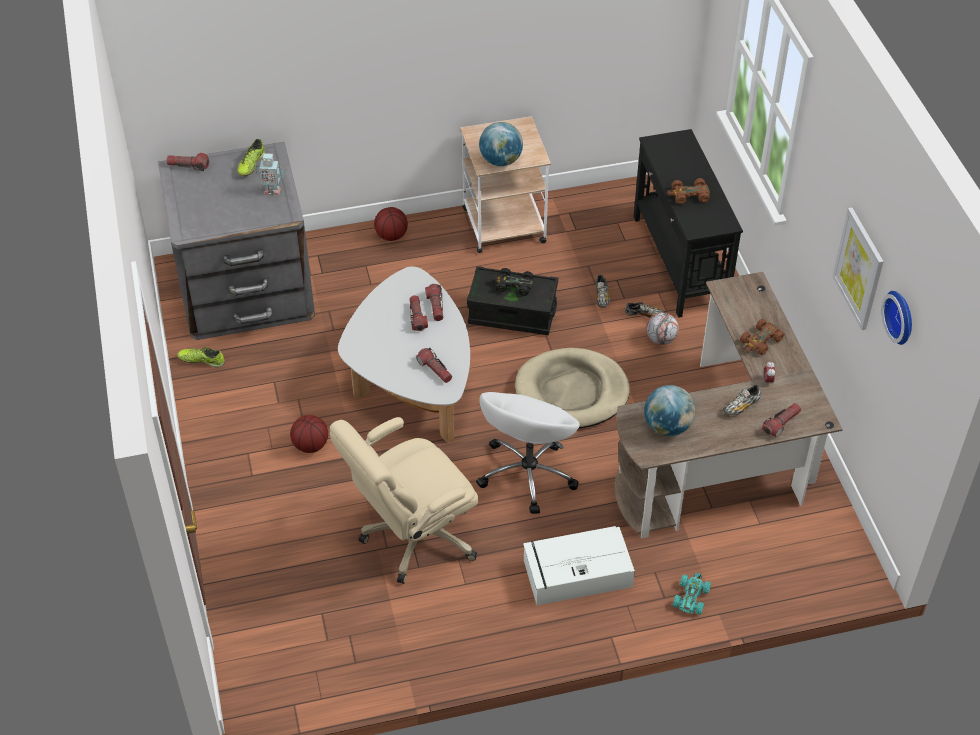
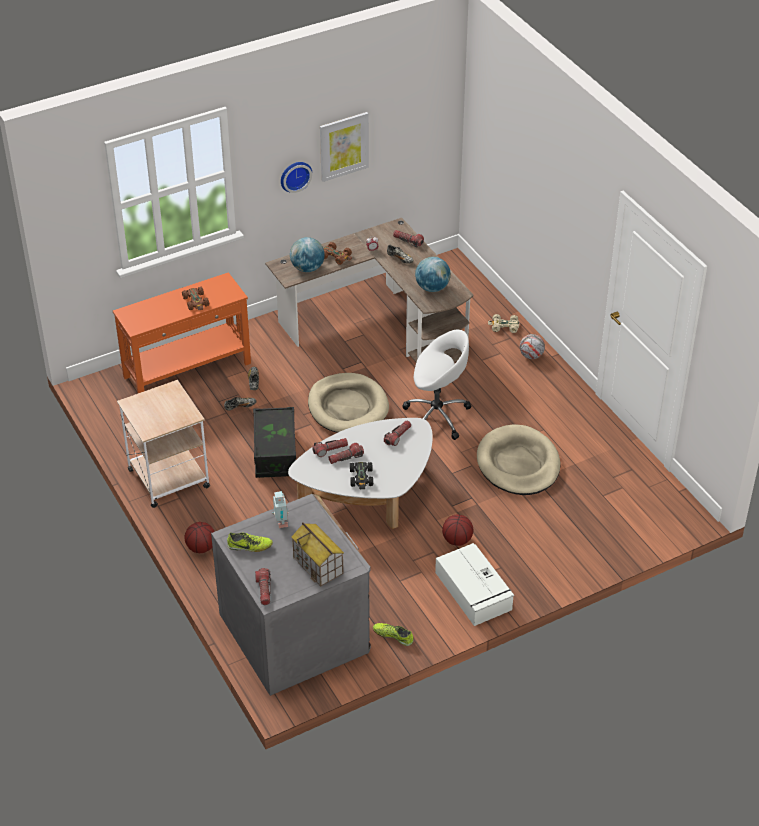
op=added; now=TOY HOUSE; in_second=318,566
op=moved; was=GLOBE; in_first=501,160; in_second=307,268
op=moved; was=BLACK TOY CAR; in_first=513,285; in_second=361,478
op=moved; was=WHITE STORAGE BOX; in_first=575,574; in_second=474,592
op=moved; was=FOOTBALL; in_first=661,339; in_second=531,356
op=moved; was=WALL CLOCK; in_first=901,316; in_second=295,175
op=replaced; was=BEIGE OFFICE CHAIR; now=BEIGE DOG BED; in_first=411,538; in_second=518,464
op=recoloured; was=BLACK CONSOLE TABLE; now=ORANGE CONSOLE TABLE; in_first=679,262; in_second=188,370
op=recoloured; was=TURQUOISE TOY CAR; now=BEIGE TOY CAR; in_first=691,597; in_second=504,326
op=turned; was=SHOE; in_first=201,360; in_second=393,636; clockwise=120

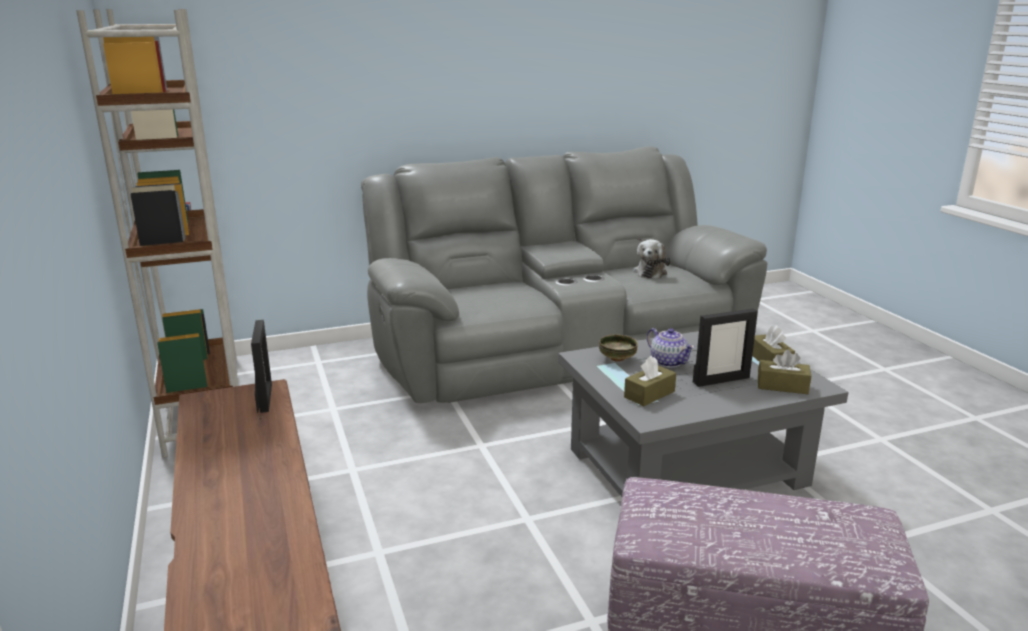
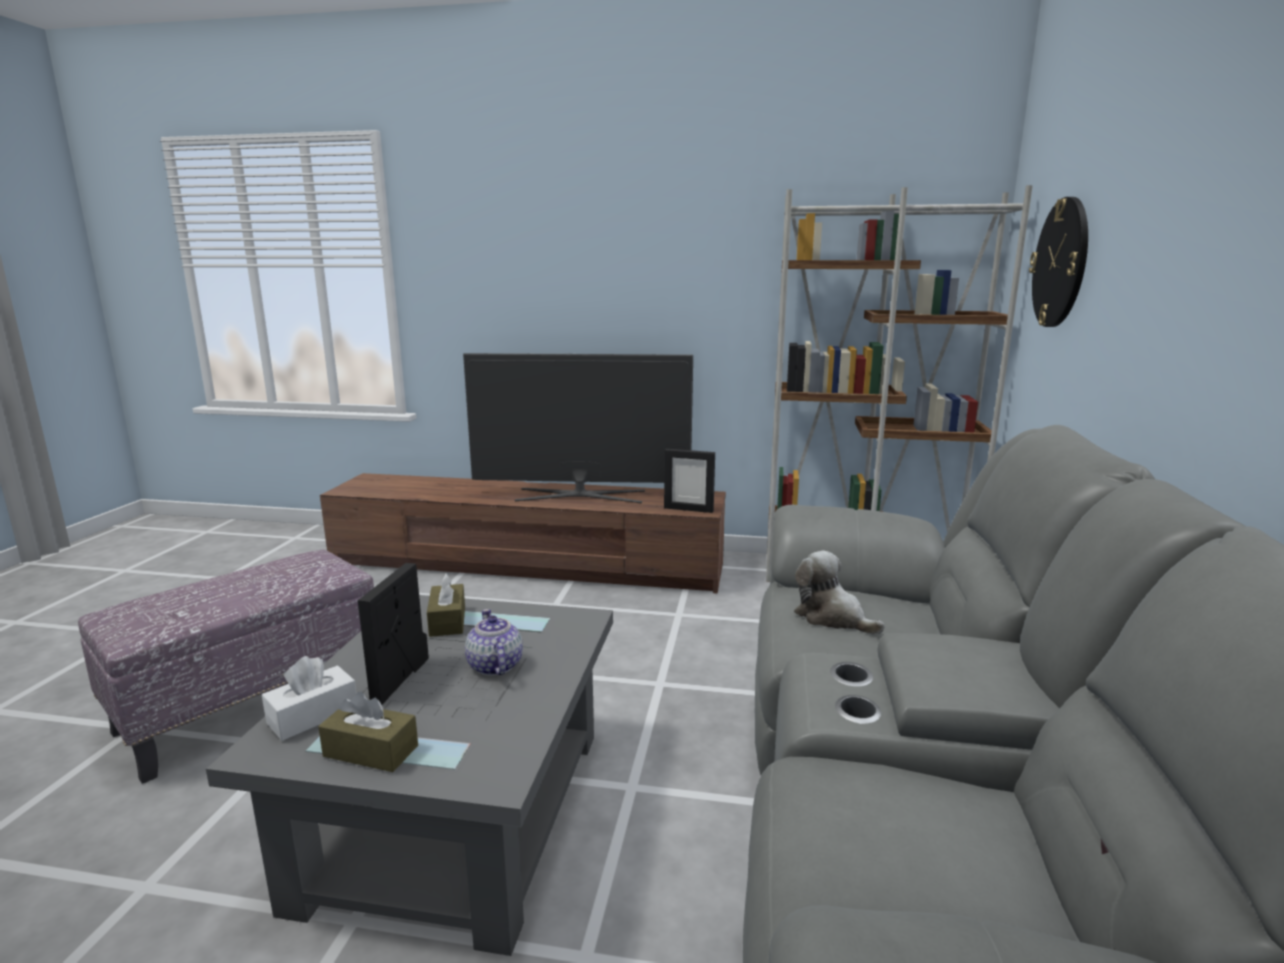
op=removed; was=BOWL; in_first=617,359
op=added; now=TELEVISION; in_second=581,495
op=added; now=WALL CLOCK; in_second=1060,263
op=moved; was=PLUSH TOY; in_first=650,272; in_second=832,617
op=recoloured; was=BROWN TISSUE BOX; now=WHITE TISSUE BOX; in_first=782,386; in_second=313,715
op=turned; was=TEAPOT; in_first=668,362; in_second=494,666; clockwise=75

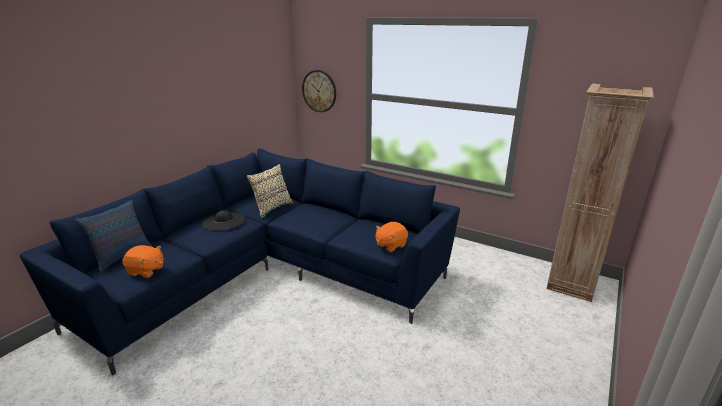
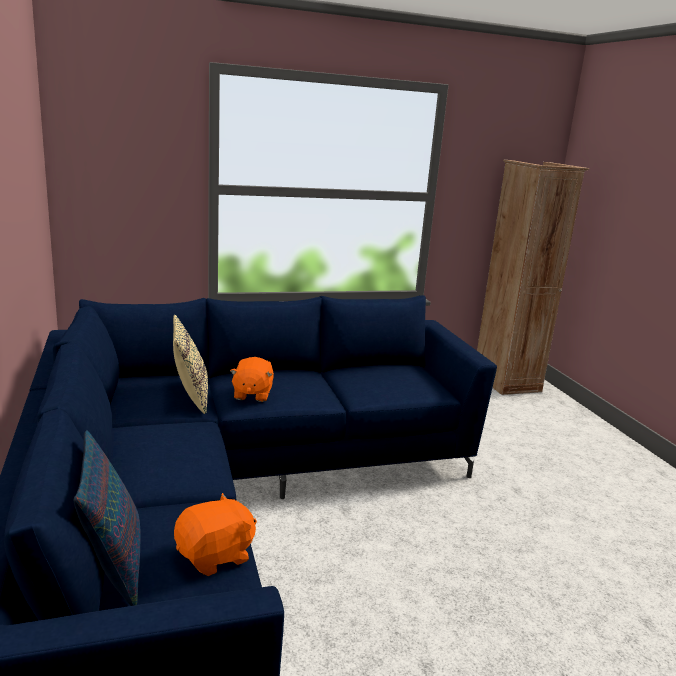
op=removed; was=BLACK HAT; in_first=224,221
op=removed; was=WALL CLOCK; in_first=319,91
op=moved; was=ORANGE PLUSH TOY; in_first=390,245; in_second=252,394

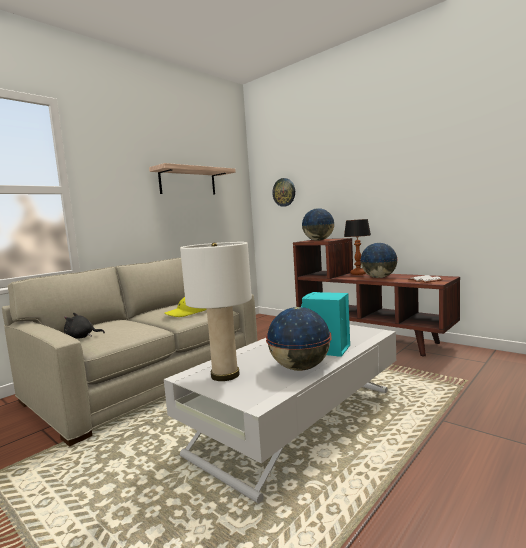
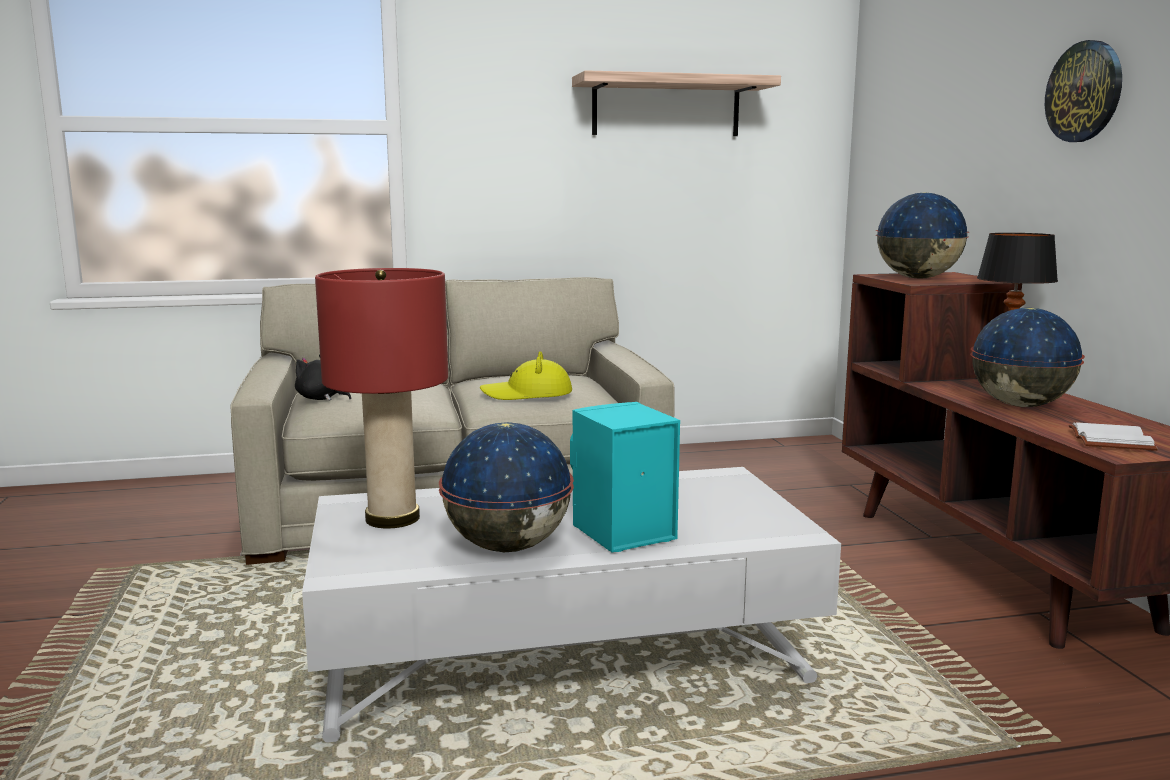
op=moved; was=WALL CLOCK; in_first=284,192; in_second=1084,92
op=recoloured; was=WHITE TABLE LAMP; now=RED TABLE LAMP; in_first=224,375; in_second=392,518

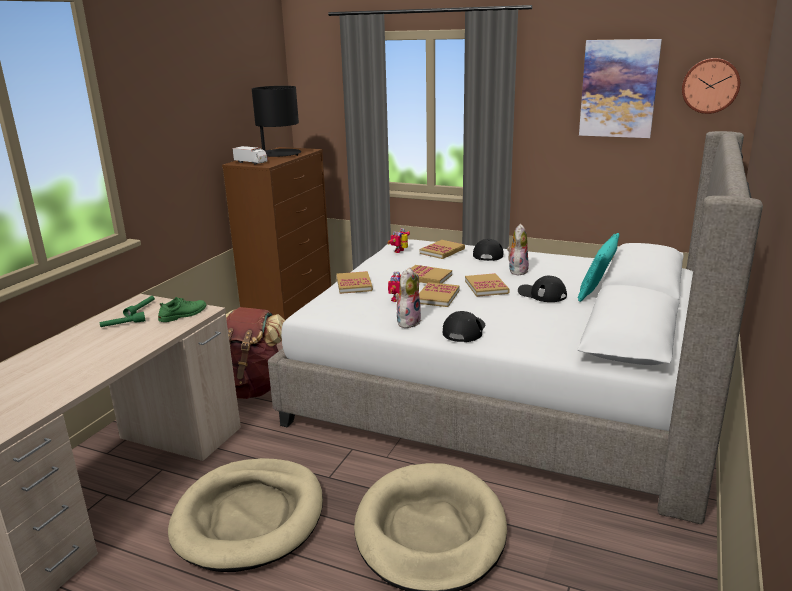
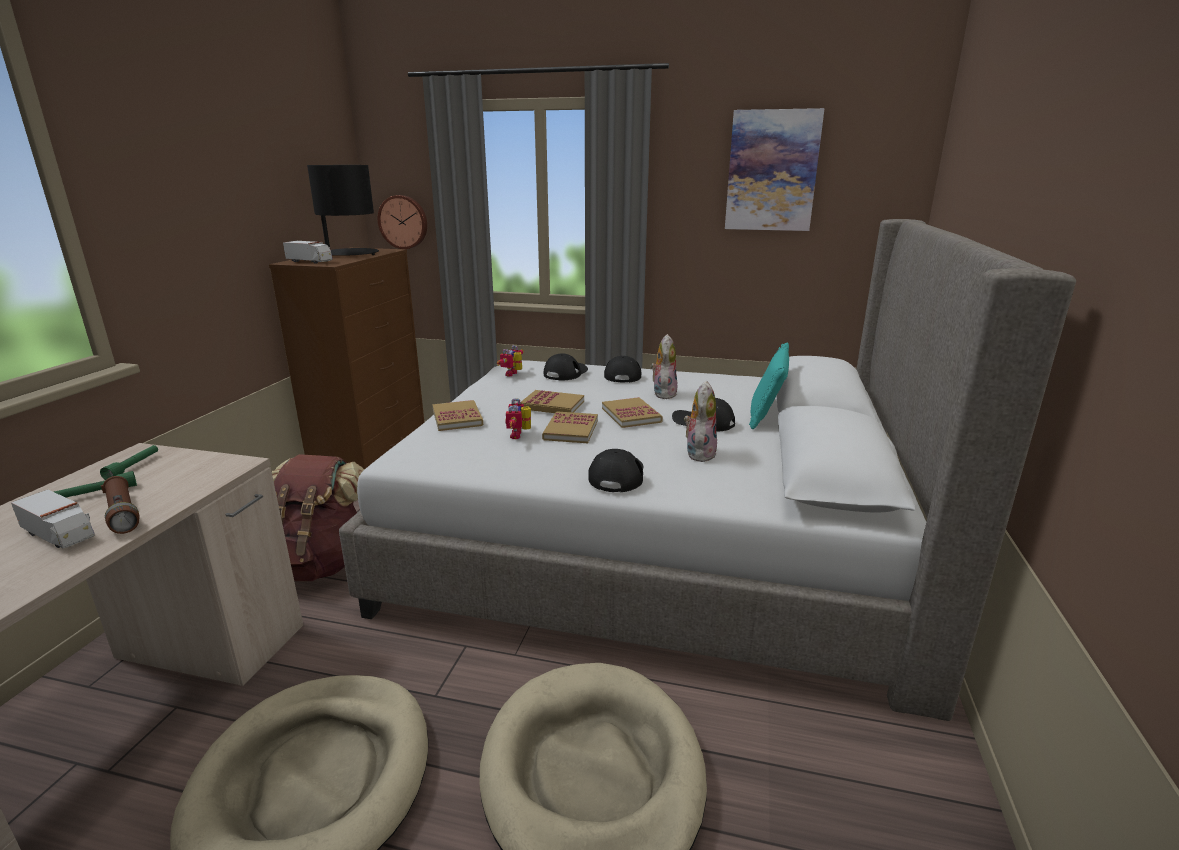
op=removed; was=GREEN SHOE; in_first=183,314
op=added; now=TOY TRUCK; in_second=60,535
op=added; now=BROWN FLASHLIGHT; in_second=123,514
op=moved; was=PLUSH TOY; in_first=408,321; in_second=699,453
op=moved; was=WALL CLOCK; in_first=710,85; in_second=404,222
op=replaced; was=BOOK; now=BLACK CAP; in_first=442,251; in_second=565,373

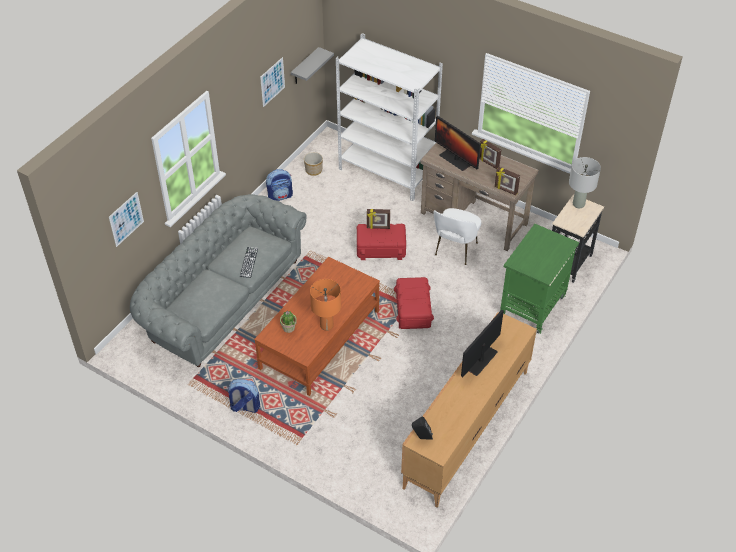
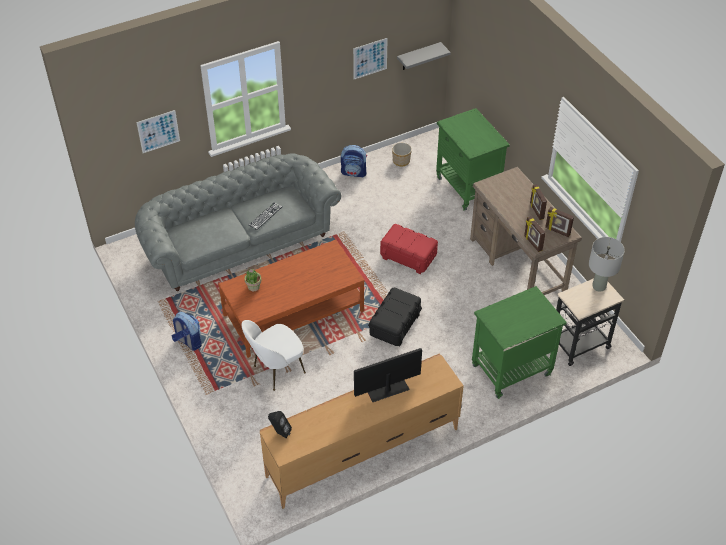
op=removed; was=ORANGE TABLE LAMP; in_first=326,325
op=removed; was=MONITOR; in_first=455,159
op=moved; was=PICTURE FRAME; in_first=378,227; in_second=557,231
op=moved; was=WHITE CHAIR; in_first=454,251; in_second=275,371
op=replaced; was=WHITE BOOKCASE; now=GREEN CART; in_first=387,172; in_second=467,188
op=recoloured; was=RED STORAGE BOX; now=BLACK STORAGE BOX; in_first=412,311; in_second=394,324

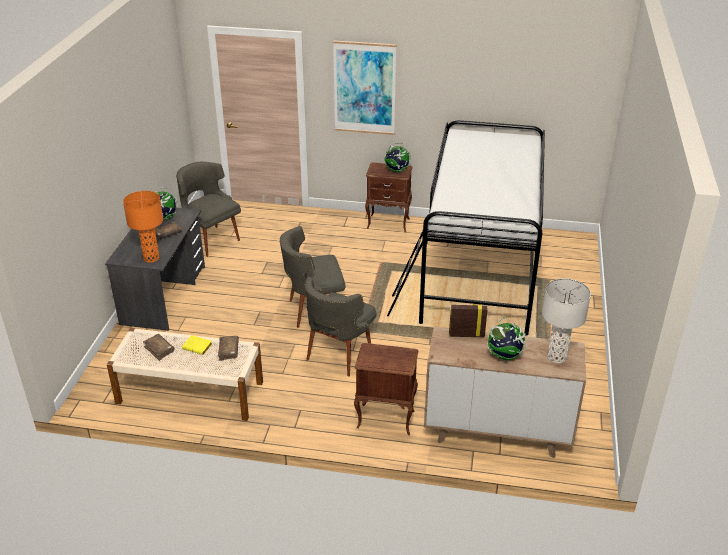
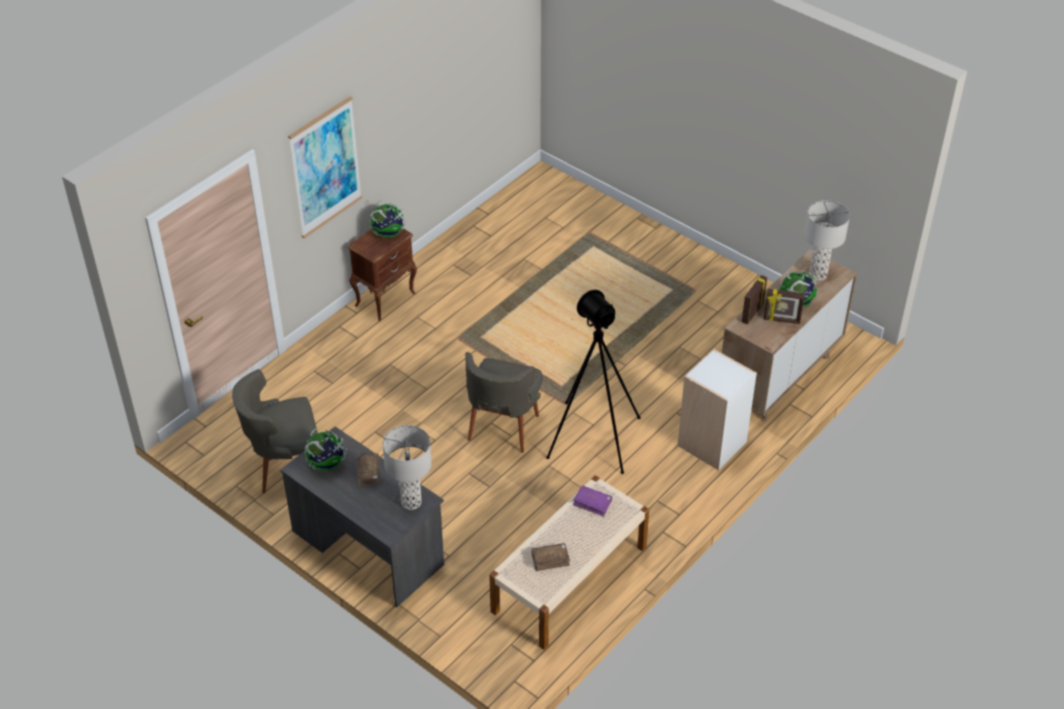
op=removed; was=YELLOW BOOK; in_first=198,347
op=removed; was=BLACK BED; in_first=477,274
op=added; now=PICTURE FRAME; in_second=781,320
op=replaced; was=GREY CHAIR; now=BLACK FLOOR LAMP; in_first=339,355; in_second=593,437
op=replaced; was=BROWN NIGHTSTAND; now=BOOKCASE; in_first=385,419; in_second=711,444
op=recoloured; was=ORANGE TABLE LAMP; now=WHITE TABLE LAMP; in_first=151,258; in_second=411,502
op=recoloured; was=BROWN BOOK; now=PURPLE BOOK; in_first=228,351; in_second=592,503

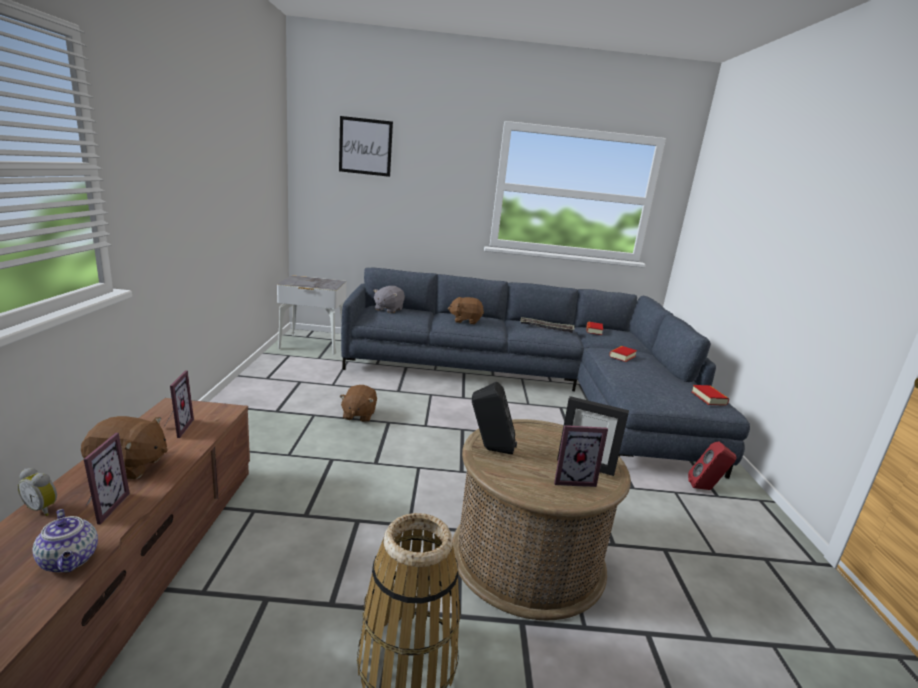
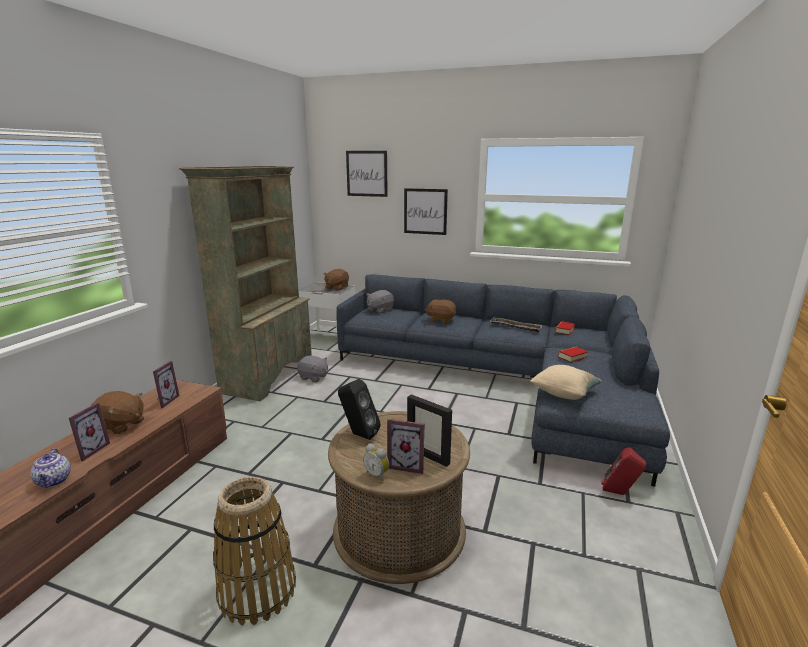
op=removed; was=BOOK; in_first=708,398
op=added; now=GREEN BOOKCASE; in_second=268,376
op=added; now=GREY PLUSH TOY; in_second=313,377
op=added; now=PICTURE; in_second=425,211
op=added; now=BEIGE PILLOW; in_second=564,394
op=moved; was=ALARM CLOCK; in_first=43,508; in_second=377,474
op=moved; was=BROWN PLUSH TOY; in_first=358,415; in_second=336,288

